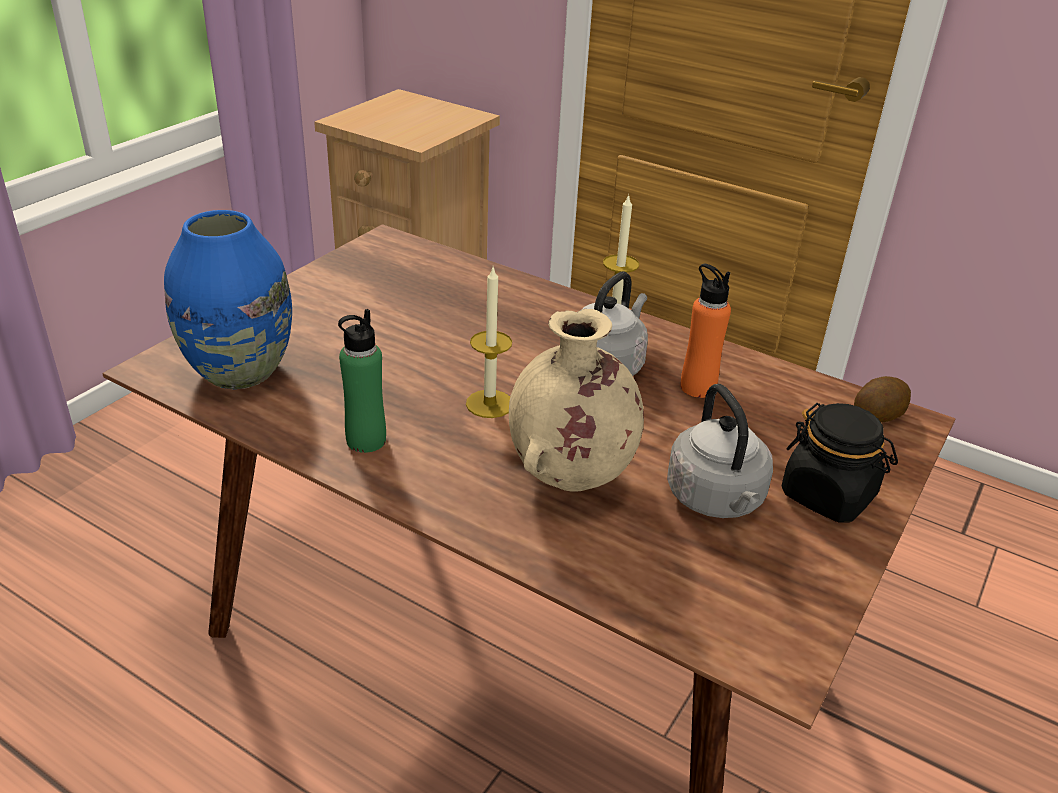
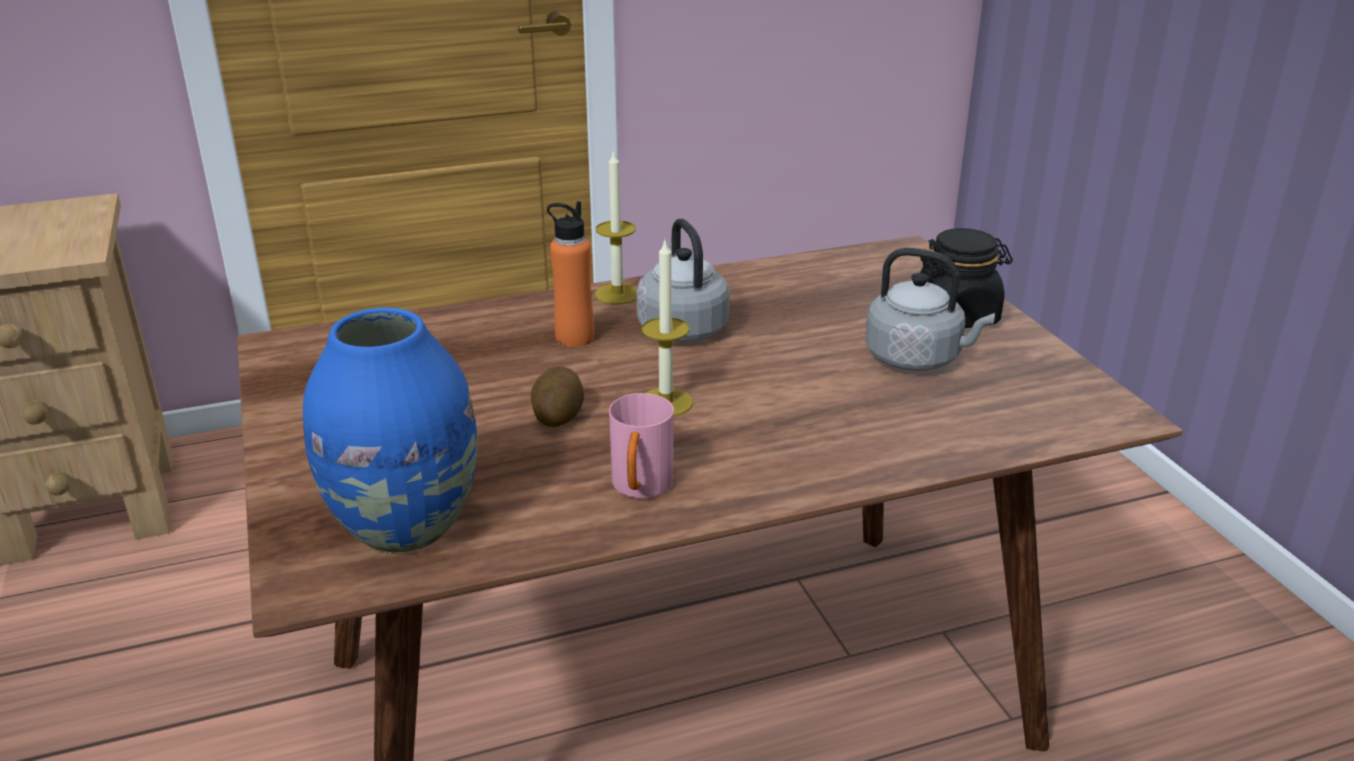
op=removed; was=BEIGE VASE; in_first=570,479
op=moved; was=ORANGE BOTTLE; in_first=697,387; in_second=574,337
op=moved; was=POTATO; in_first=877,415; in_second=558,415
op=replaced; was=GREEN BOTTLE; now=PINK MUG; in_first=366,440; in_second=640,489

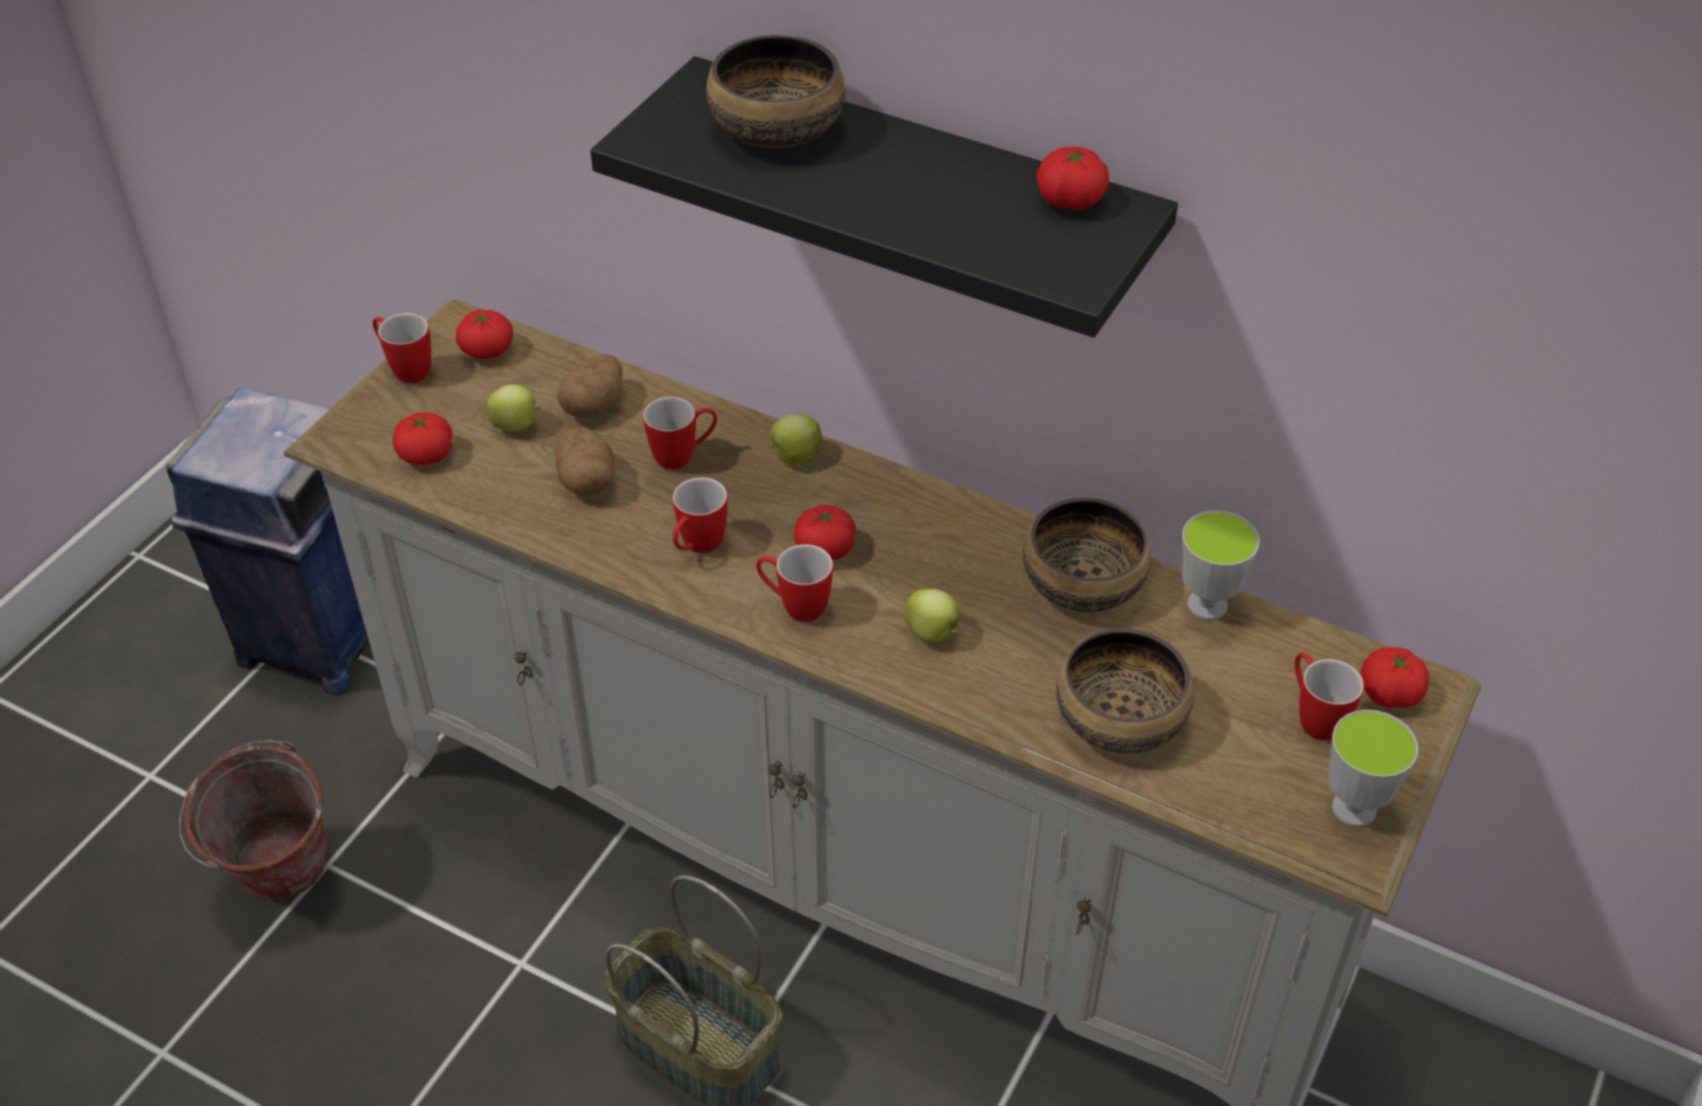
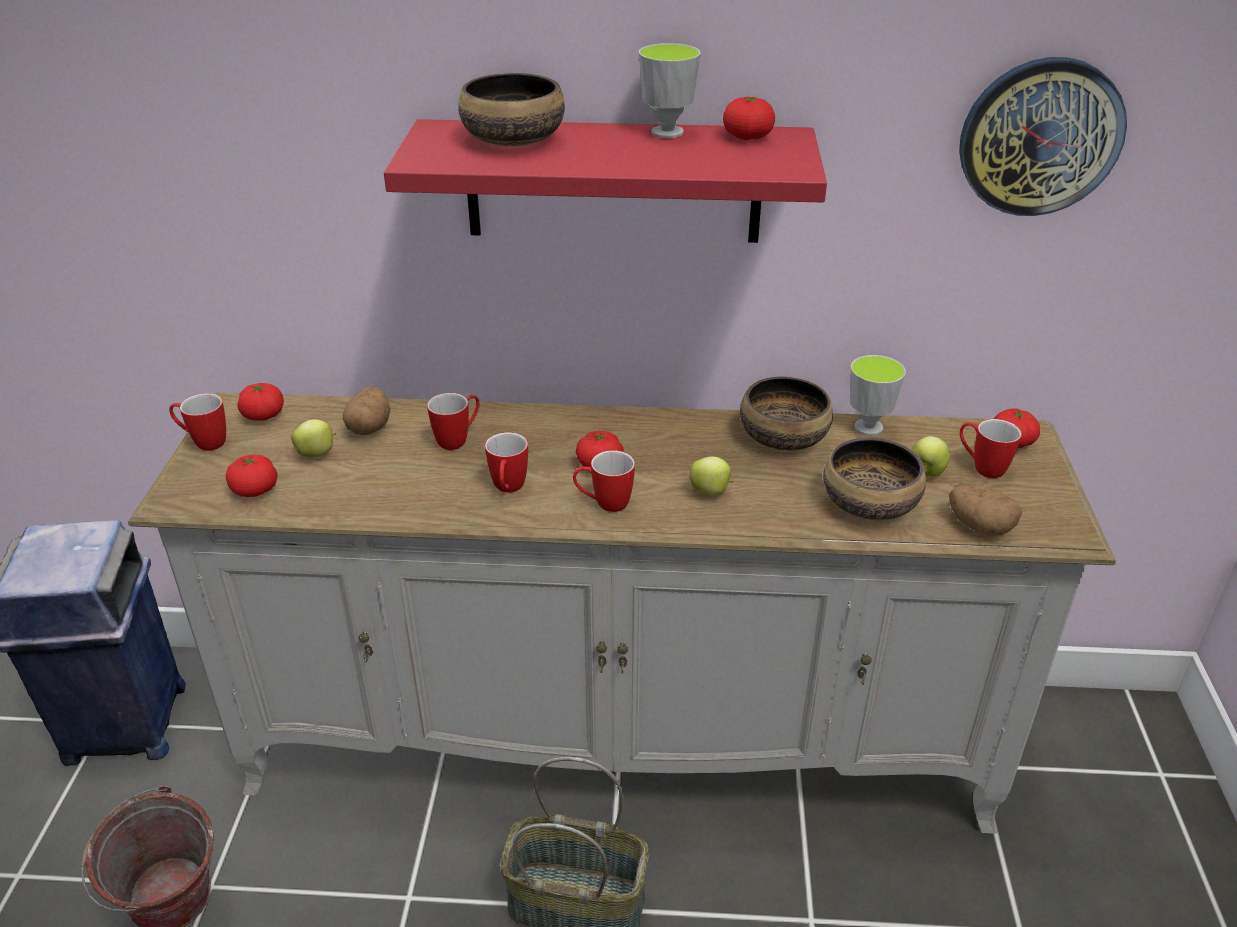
op=added; now=WALL CLOCK; in_second=1040,137
op=moved; was=POTATO; in_first=586,480; in_second=979,525
op=moved; was=APPLE; in_first=794,457; in_second=926,472
op=moved; was=CUP; in_first=1353,809; in_second=667,132
op=recoloured; was=BLACK SHELF; now=RED SHELF; in_first=922,194; in_second=613,181

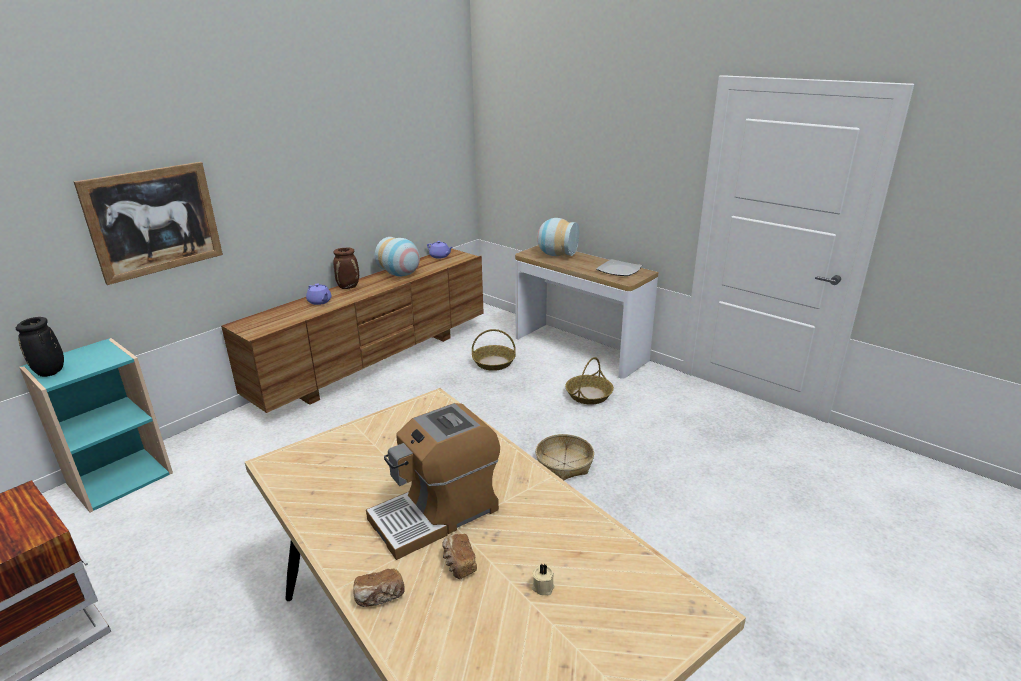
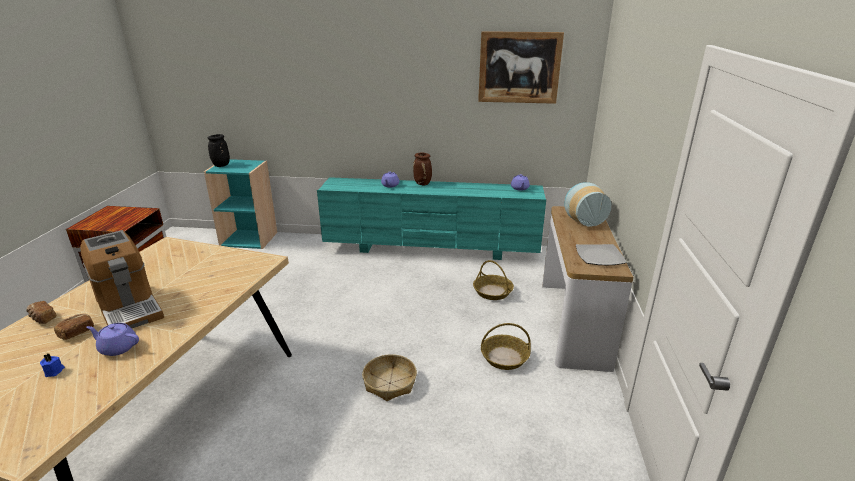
op=removed; was=VASE; in_first=401,275
op=added; now=PURPLE TEAPOT; in_second=117,347
op=moved; was=PICTURE; in_first=154,221; in_second=519,68
op=recoloured; was=BROWN CABINET; now=TURQUOISE CABINET; in_first=376,363; in_second=431,249
op=recoloured; was=BEIGE CANDLE; now=BLUE CANDLE; in_first=542,586; in_second=55,371
op=turned; was=COFFEE MACHINE; in_first=436,514; in_second=129,307; clockwise=-150

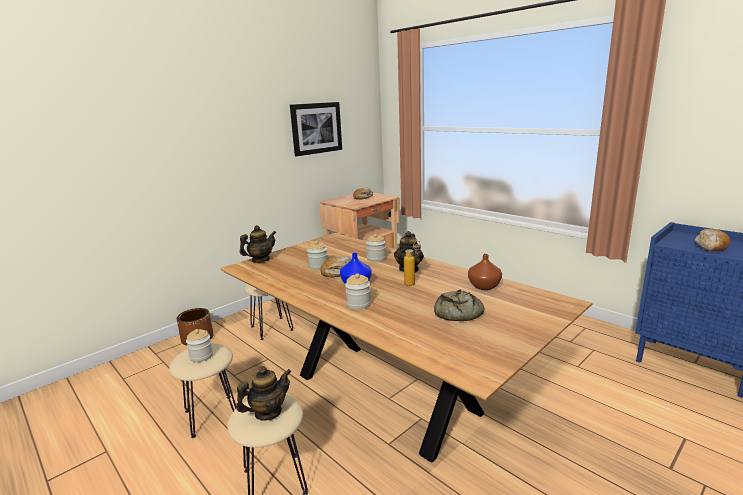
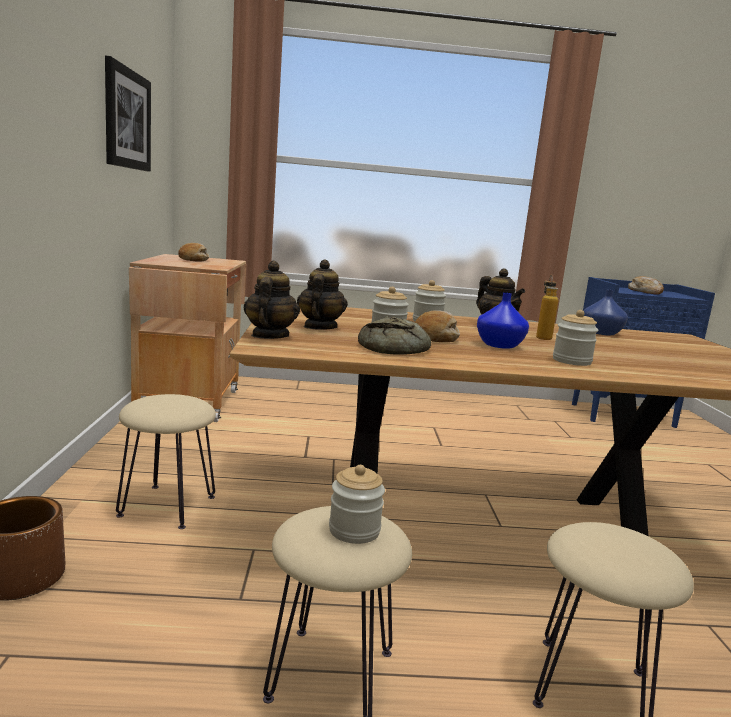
op=moved; was=TEAPOT; in_first=268,412; in_second=319,327
op=moved; was=BREAD; in_first=457,313; in_second=395,349
op=recoloured; was=BROWN VASE; now=BLUE VASE; in_first=484,287; in_second=602,333

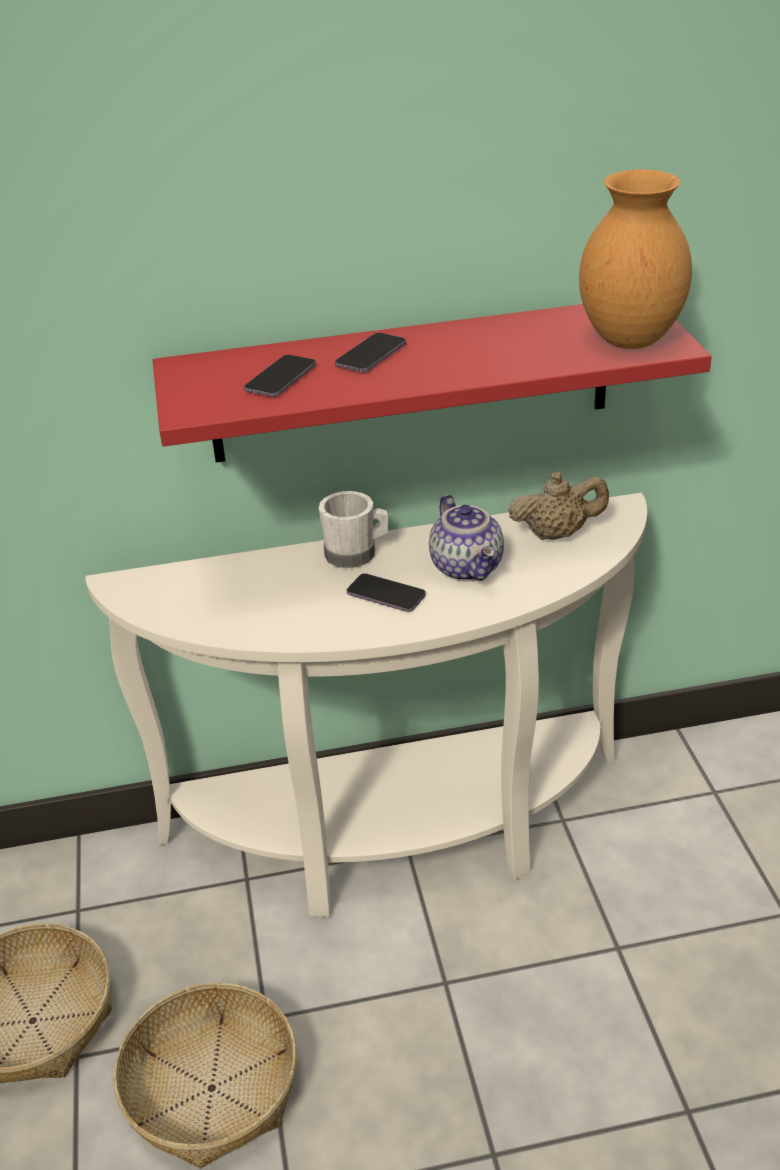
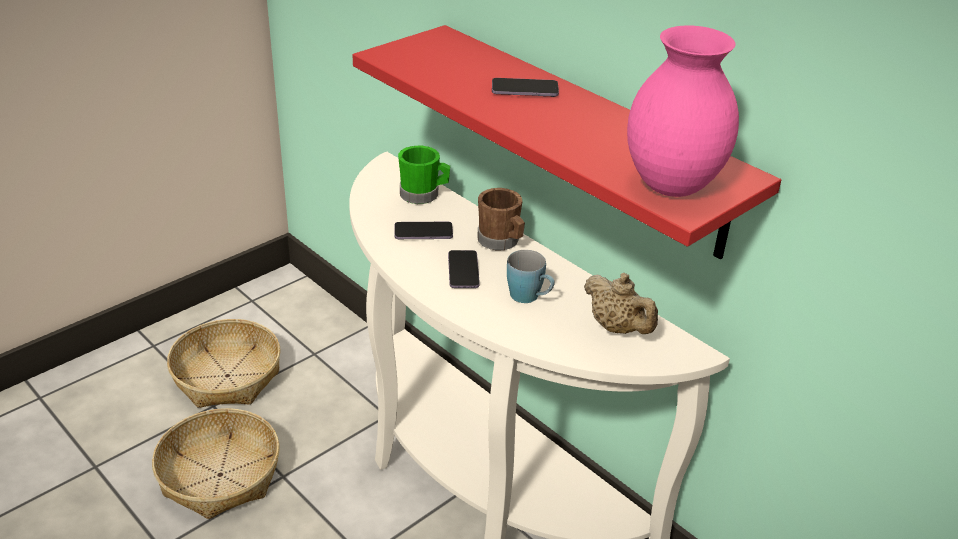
op=added; now=GREEN MUG; in_second=424,195
op=moved; was=PHONE; in_first=281,378; in_second=423,232
op=replaced; was=TEAPOT; now=BLUE MUG; in_first=468,568; in_second=530,297
op=recoloured; was=WHITE MUG; now=BROWN MUG; in_first=356,553; in_second=501,242
op=recoloured; was=BROWN VASE; now=PINK VASE; in_first=629,340; in_second=673,186

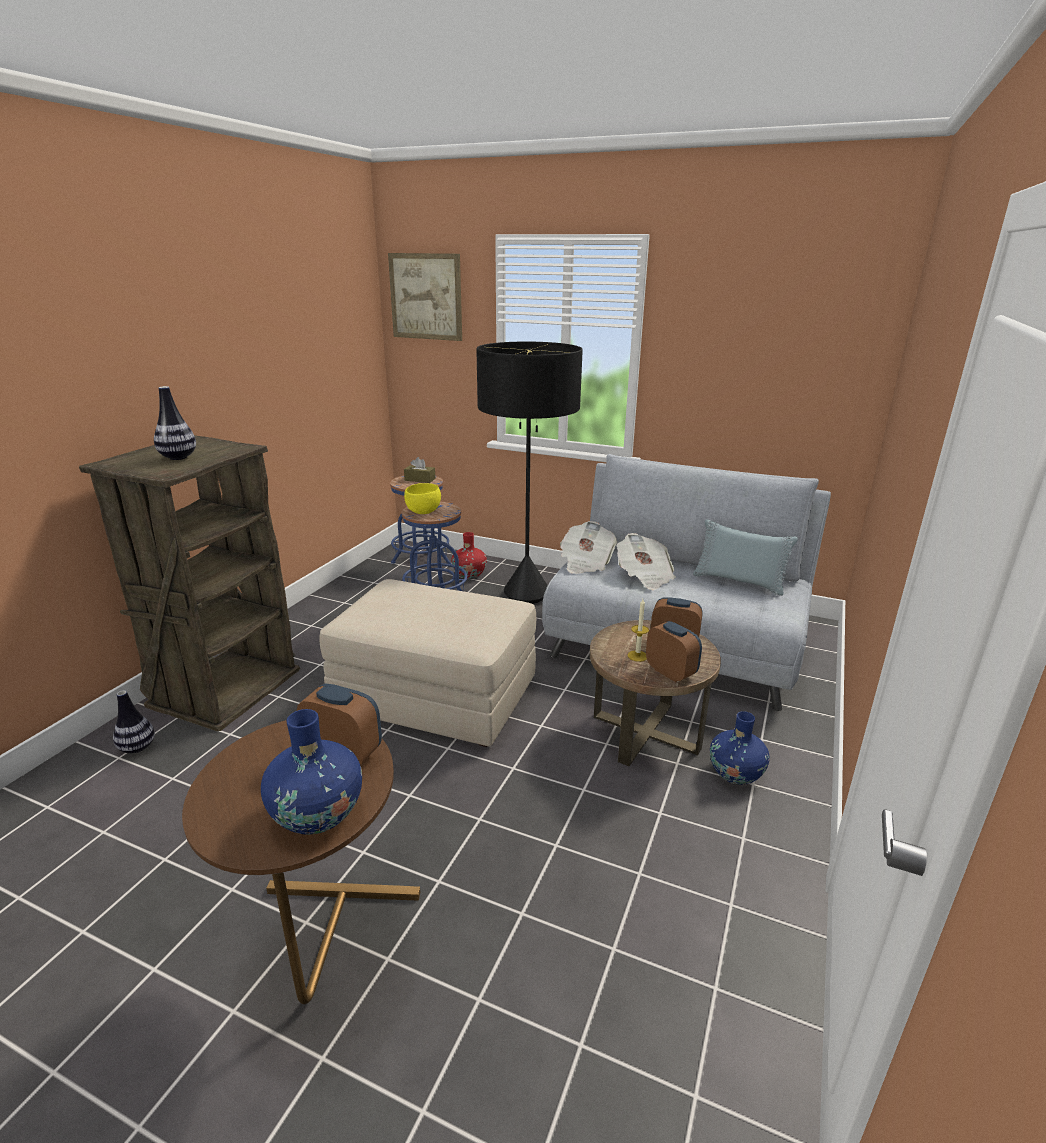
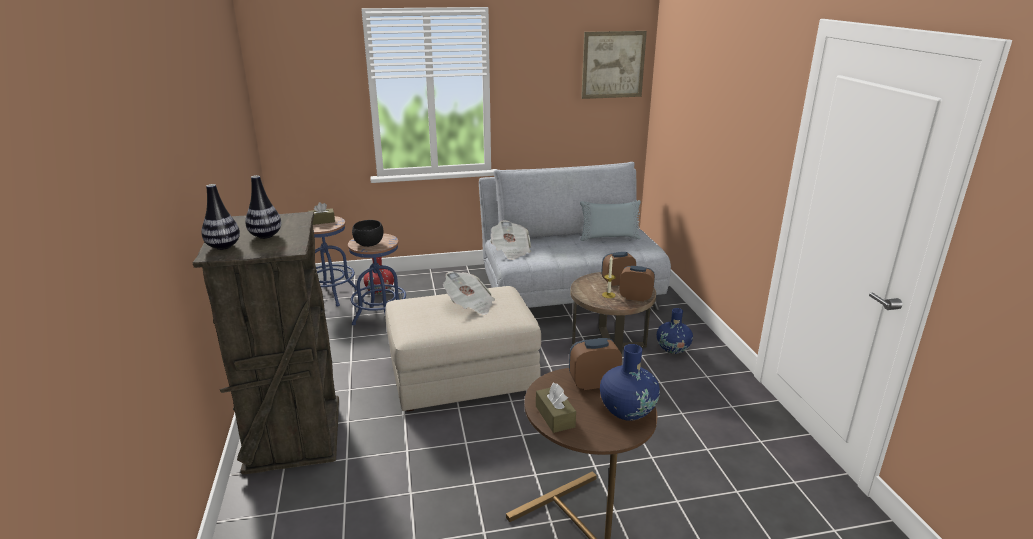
op=removed; was=BLACK FLOOR LAMP; in_first=526,596
op=added; now=BROWN TISSUE BOX; in_second=555,416
op=moved; was=VASE; in_first=137,748; in_second=223,246
op=moved; was=PICTURE; in_first=426,297; in_second=613,64
op=moved; was=NEWSPAPER; in_first=644,576; in_second=470,305
op=recoloured; was=YELLOW BOWL; now=BLACK BOWL; in_first=423,512; in_second=368,244

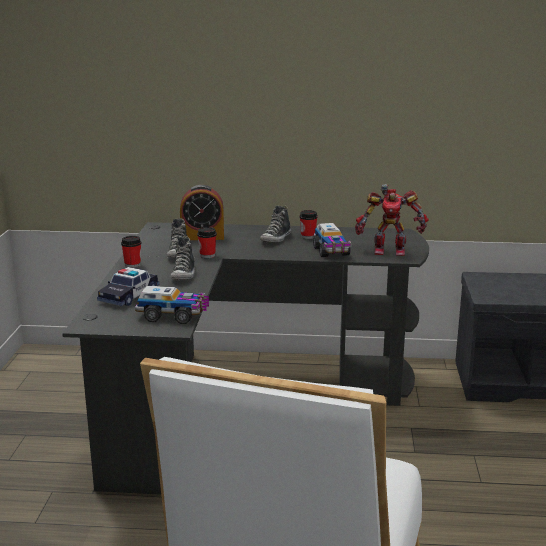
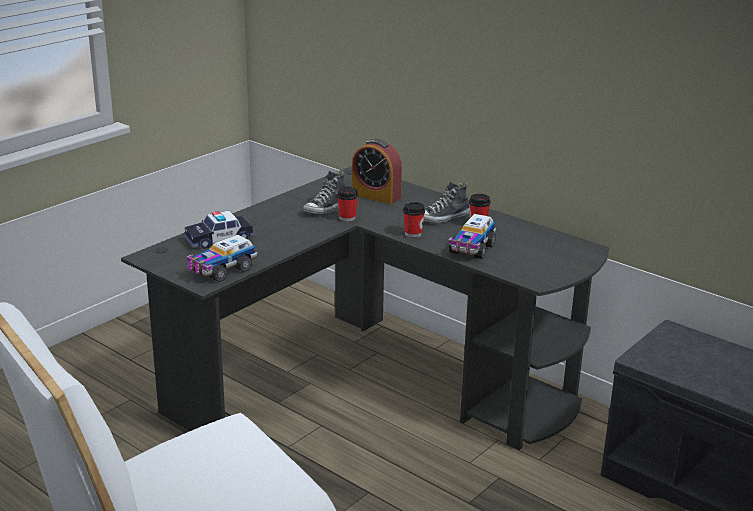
op=removed; was=SHOE; in_first=184,274
op=removed; was=TOY ROBOT; in_first=389,250
op=moved; was=CUP; in_first=132,265; in_second=413,234
op=turned; was=TOY TRUCK; in_first=173,316; in_second=221,271; clockwise=90

